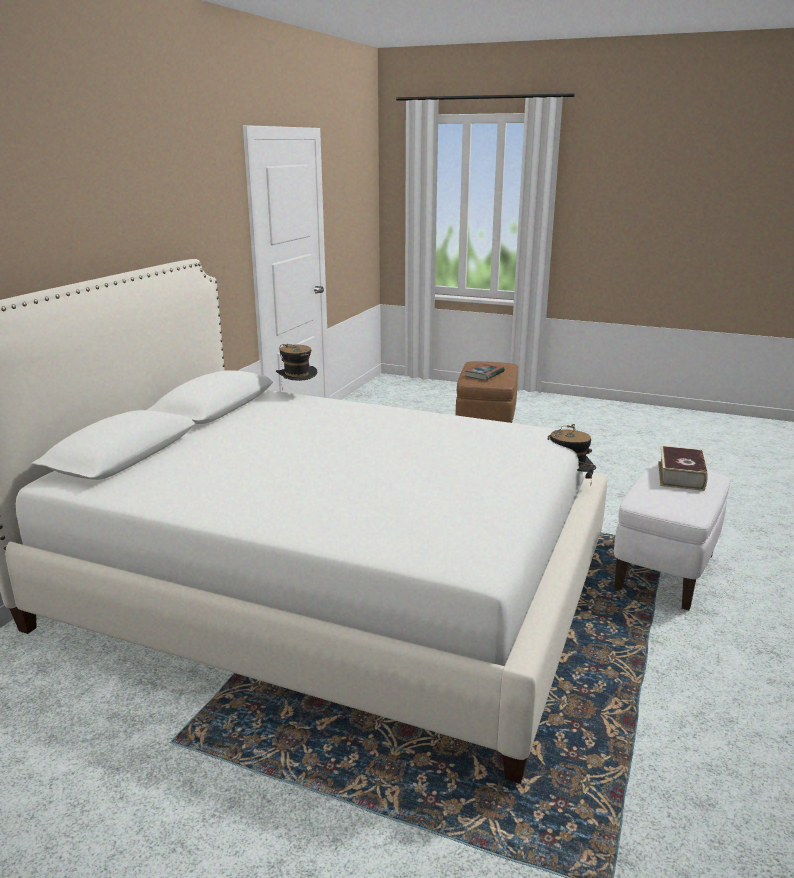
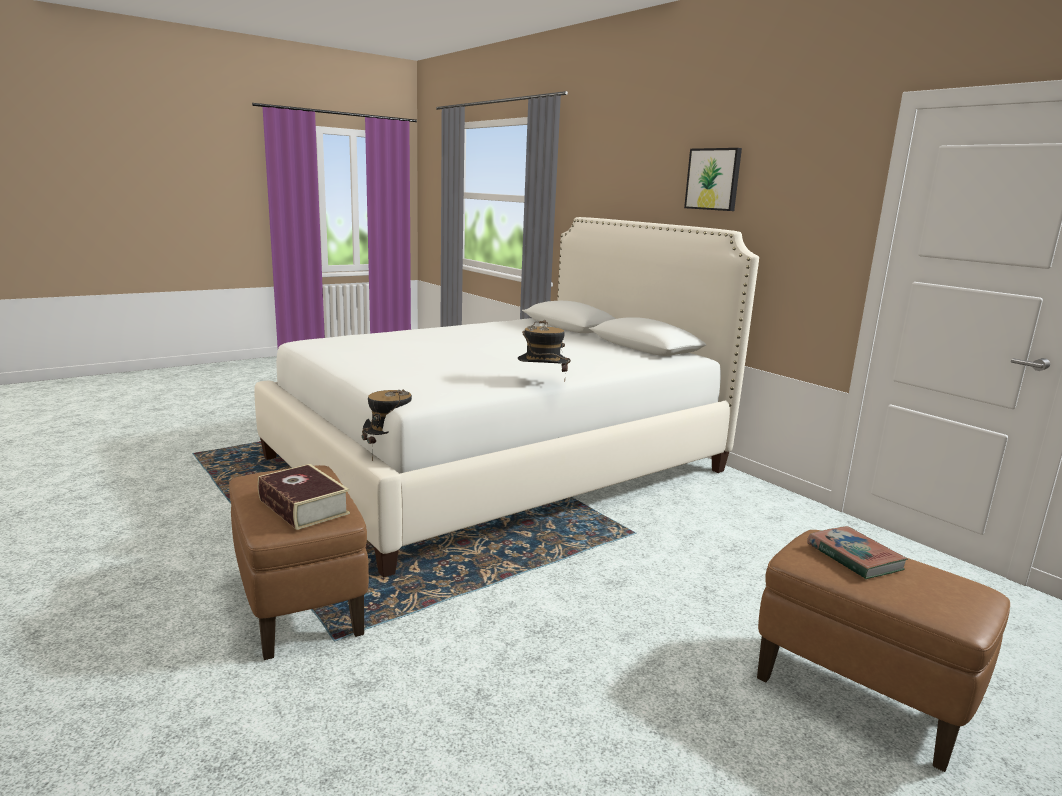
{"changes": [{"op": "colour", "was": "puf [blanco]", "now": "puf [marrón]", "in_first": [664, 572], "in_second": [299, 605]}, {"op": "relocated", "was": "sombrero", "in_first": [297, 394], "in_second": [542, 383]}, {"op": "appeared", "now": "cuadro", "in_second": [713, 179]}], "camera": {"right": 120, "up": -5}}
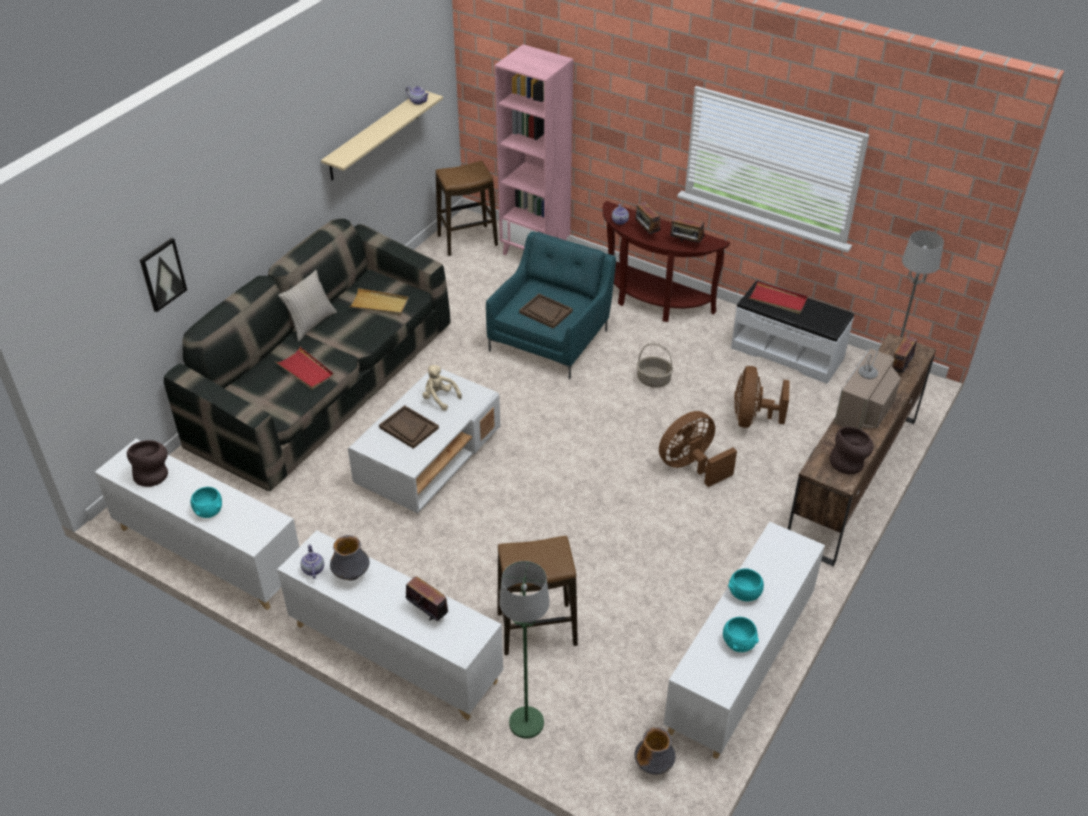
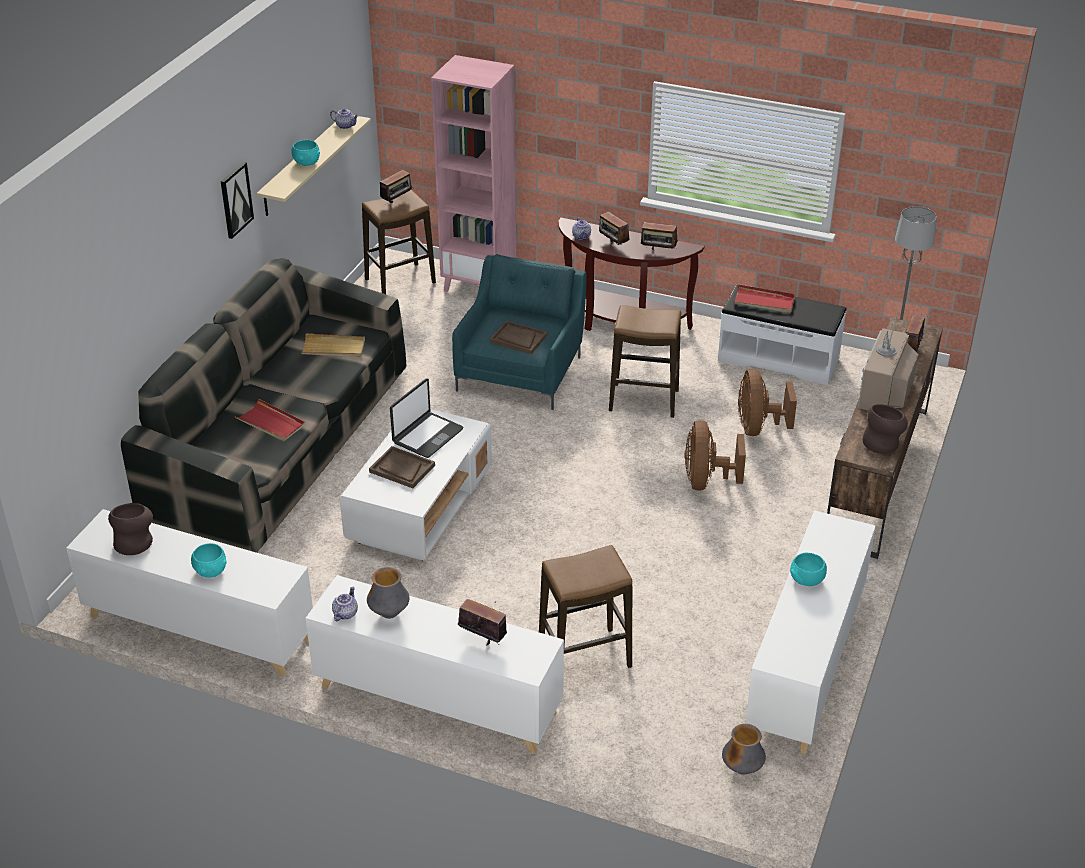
{"changes": [{"op": "relocated", "was": "cuadro", "in_first": [162, 274], "in_second": [235, 200]}, {"op": "relocated", "was": "cuenco [turquesa]", "in_first": [739, 643], "in_second": [307, 162]}, {"op": "spun", "was": "tetera", "in_first": [312, 569], "in_second": [345, 613], "clockwise": 45}, {"op": "appeared", "now": "radio", "in_second": [397, 201]}, {"op": "exchanged", "was": "peluche [beis]", "now": "portátil", "in_first": [439, 398], "in_second": [427, 436]}, {"op": "exchanged", "was": "cesta", "now": "taburete", "in_first": [654, 380], "in_second": [644, 401]}, {"op": "spun", "was": "ventilador [marrón]", "in_first": [691, 466], "in_second": [706, 481], "clockwise": -45}, {"op": "missing", "was": "cojín [beis]", "in_first": [311, 323]}, {"op": "missing", "was": "lámpara de pie [verde]", "in_first": [527, 723]}], "camera": {"right": -10, "up": -5}}
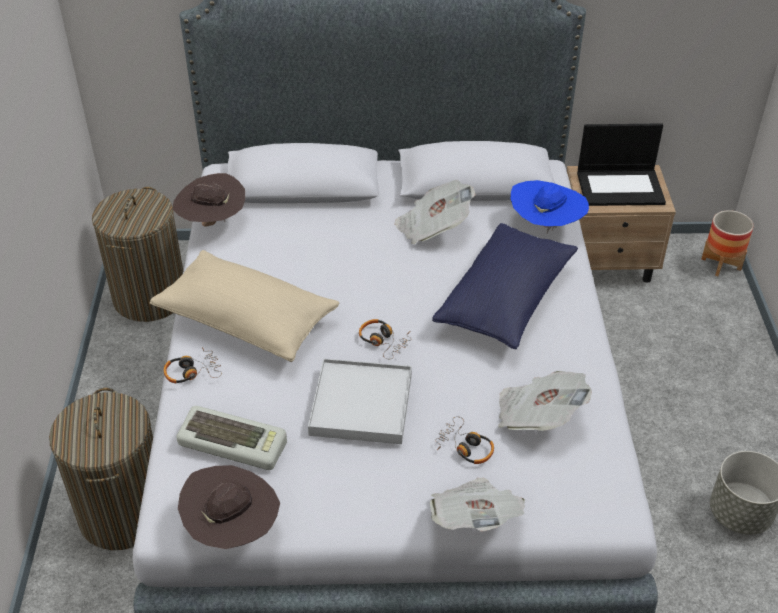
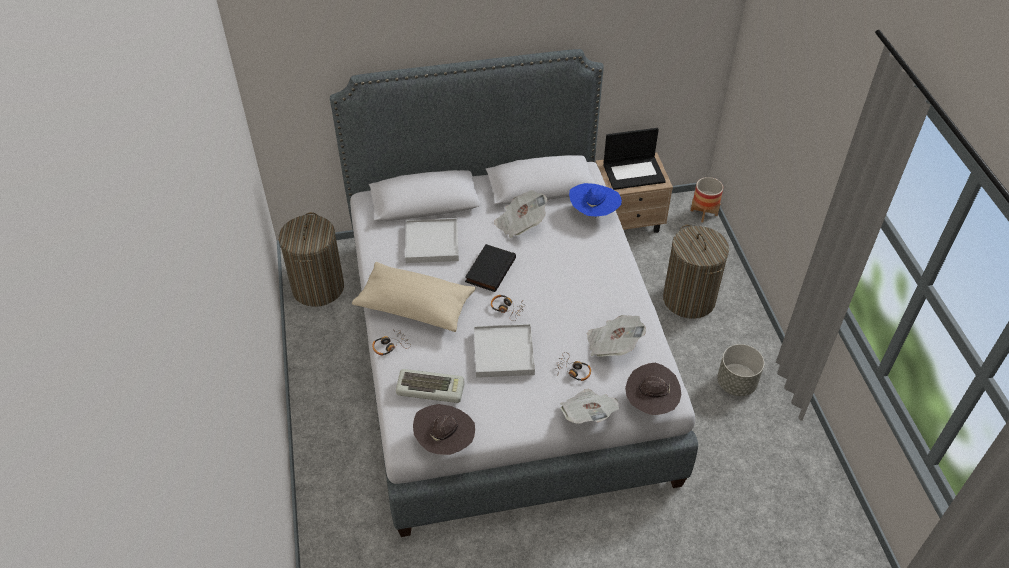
{"changes": [{"op": "appeared", "now": "bandeja [blanco]", "in_second": [432, 243]}, {"op": "appeared", "now": "libro [negro]", "in_second": [489, 269]}, {"op": "relocated", "was": "sombrero [marrón]", "in_first": [212, 223], "in_second": [650, 403]}, {"op": "relocated", "was": "cesto de la ropa", "in_first": [124, 513], "in_second": [689, 299]}, {"op": "missing", "was": "cojín [azul]", "in_first": [505, 301]}], "camera": {"right": -10, "up": 5}}
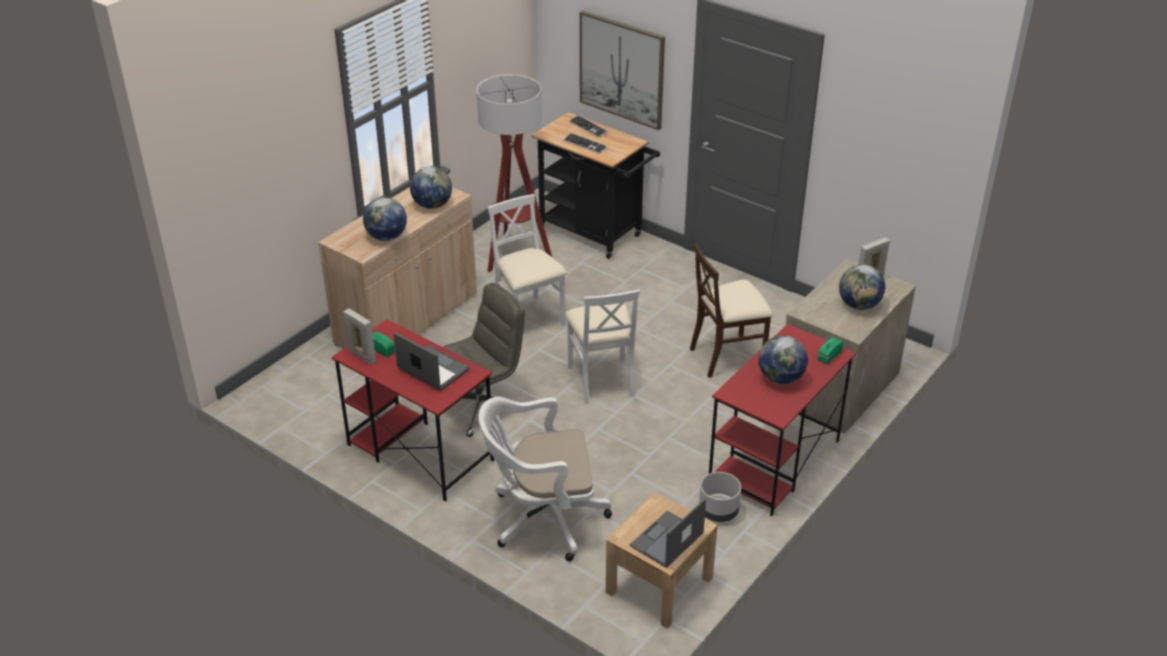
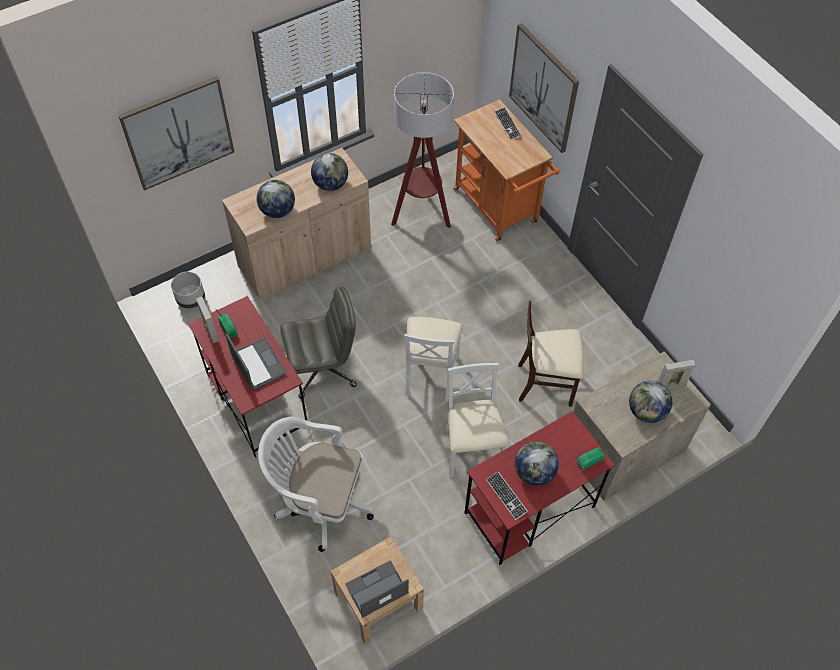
{"changes": [{"op": "appeared", "now": "cuadro", "in_second": [178, 133]}, {"op": "relocated", "was": "maceta [gris]", "in_first": [719, 512], "in_second": [191, 299]}, {"op": "relocated", "was": "silla [blanco]", "in_first": [528, 318], "in_second": [471, 450]}, {"op": "colour", "was": "carrito [negro]", "now": "carrito [naranja]", "in_first": [595, 234], "in_second": [499, 209]}, {"op": "relocated", "was": "teclado", "in_first": [585, 144], "in_second": [506, 496]}], "camera": {"right": 20, "up": 20}}
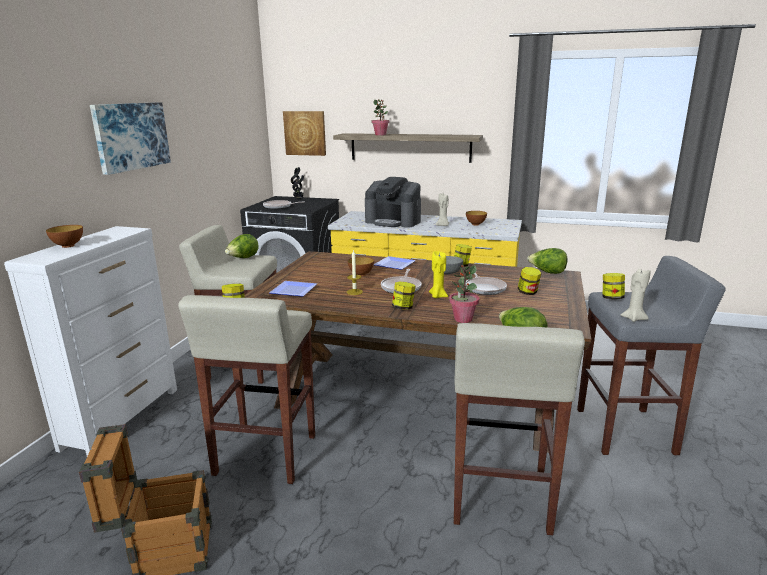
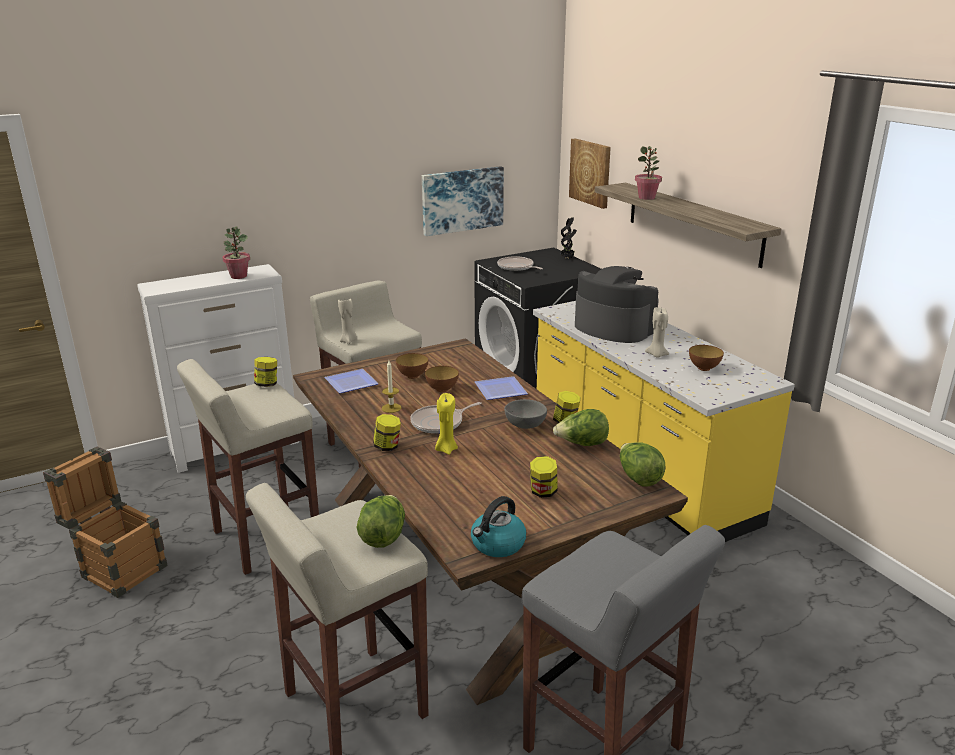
{"changes": [{"op": "relocated", "was": "planta en maceta", "in_first": [463, 319], "in_second": [238, 276]}, {"op": "relocated", "was": "vela [beis]", "in_first": [633, 318], "in_second": [348, 341]}, {"op": "relocated", "was": "cuenco", "in_first": [68, 246], "in_second": [412, 376]}, {"op": "relocated", "was": "cuadro", "in_first": [131, 136], "in_second": [462, 200]}, {"op": "appeared", "now": "hervidor", "in_second": [497, 544]}, {"op": "relocated", "was": "lechuga", "in_first": [243, 258], "in_second": [582, 444]}, {"op": "spun", "was": "cafetera", "in_first": [393, 221], "in_second": [613, 328], "clockwise": 150}, {"op": "missing", "was": "sartén", "in_first": [484, 288]}, {"op": "missing", "was": "tarro", "in_first": [611, 298]}], "camera": {"right": 45, "up": 5}}
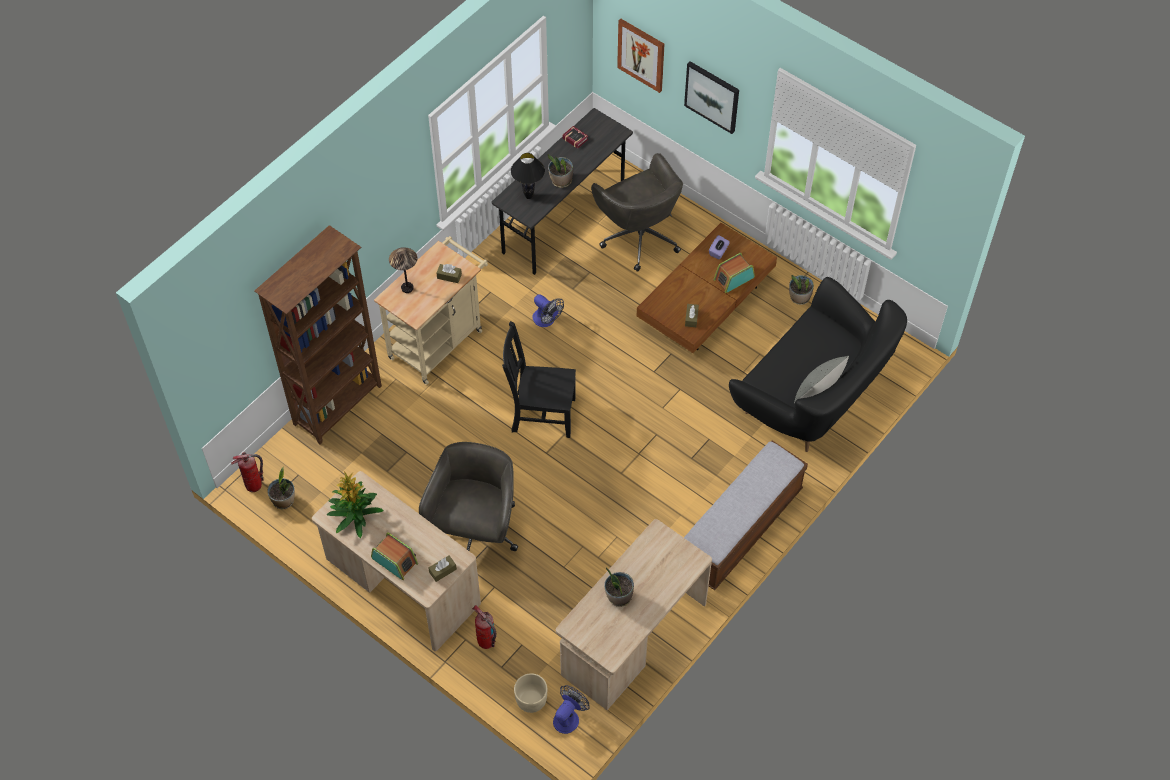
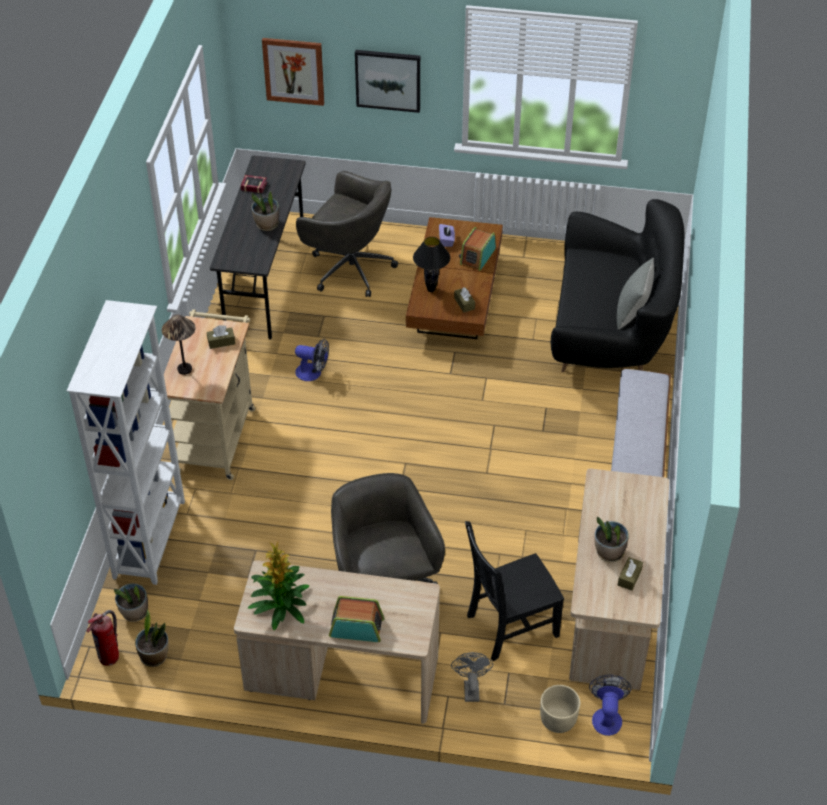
{"changes": [{"op": "colour", "was": "estantería [marrón]", "now": "estantería [blanco]", "in_first": [339, 405], "in_second": [151, 538]}, {"op": "relocated", "was": "planta en maceta", "in_first": [799, 298], "in_second": [135, 613]}, {"op": "relocated", "was": "lámpara de mesa [negro]", "in_first": [529, 196], "in_second": [431, 289]}, {"op": "exchanged", "was": "extintor", "now": "ventilador [gris]", "in_first": [486, 641], "in_second": [471, 687]}, {"op": "relocated", "was": "silla [negro]", "in_first": [541, 414], "in_second": [509, 626]}, {"op": "relocated", "was": "caja de pañuelos [marrón]", "in_first": [442, 571], "in_second": [629, 577]}], "camera": {"right": -30, "up": -10}}
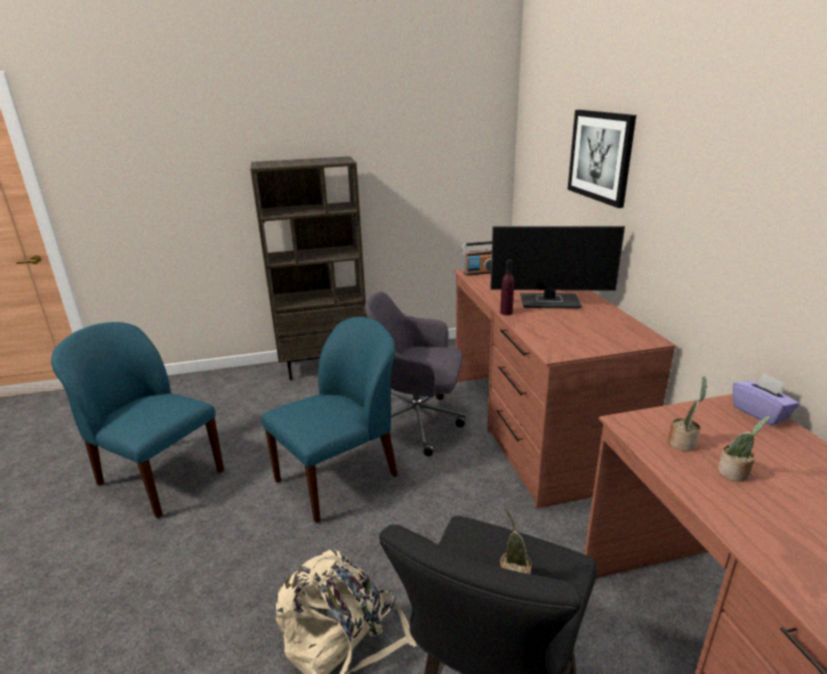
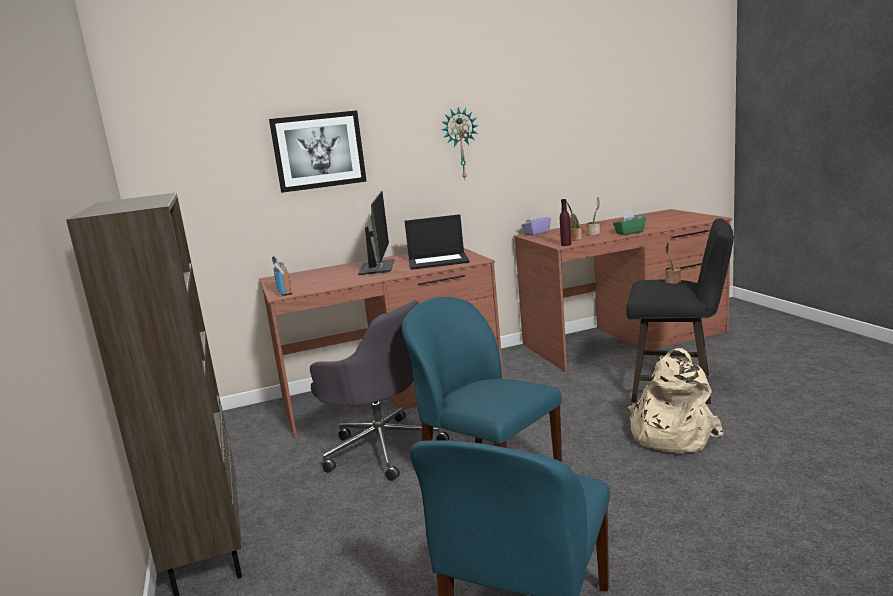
{"changes": [{"op": "spun", "was": "silla de oficina [gris]", "in_first": [418, 422], "in_second": [382, 447], "clockwise": -60}, {"op": "appeared", "now": "portátil", "in_second": [439, 261]}, {"op": "appeared", "now": "reloj de pared", "in_second": [460, 144]}, {"op": "relocated", "was": "botella [morado]", "in_first": [506, 312], "in_second": [566, 245]}, {"op": "appeared", "now": "caja de pañuelos [verde]", "in_second": [629, 232]}], "camera": {"right": -95, "up": -10}}
